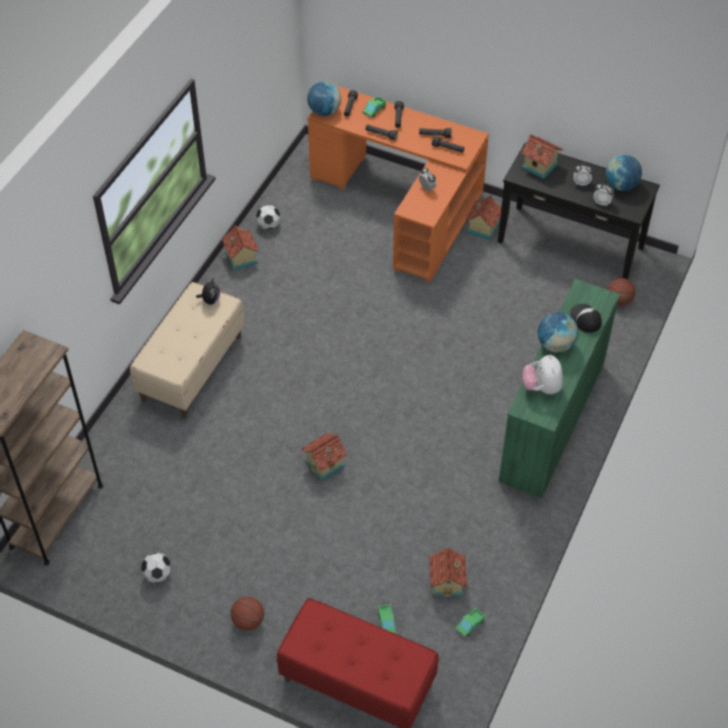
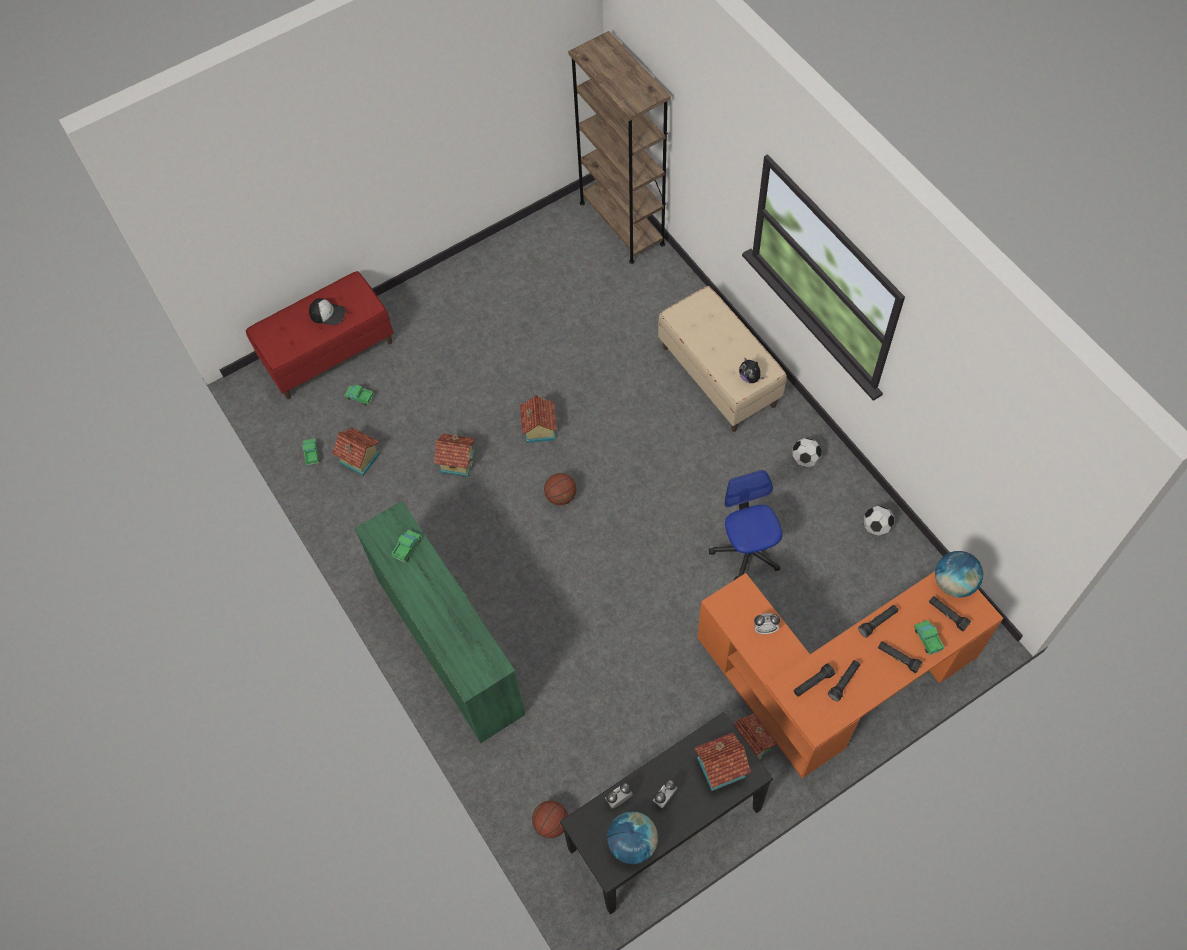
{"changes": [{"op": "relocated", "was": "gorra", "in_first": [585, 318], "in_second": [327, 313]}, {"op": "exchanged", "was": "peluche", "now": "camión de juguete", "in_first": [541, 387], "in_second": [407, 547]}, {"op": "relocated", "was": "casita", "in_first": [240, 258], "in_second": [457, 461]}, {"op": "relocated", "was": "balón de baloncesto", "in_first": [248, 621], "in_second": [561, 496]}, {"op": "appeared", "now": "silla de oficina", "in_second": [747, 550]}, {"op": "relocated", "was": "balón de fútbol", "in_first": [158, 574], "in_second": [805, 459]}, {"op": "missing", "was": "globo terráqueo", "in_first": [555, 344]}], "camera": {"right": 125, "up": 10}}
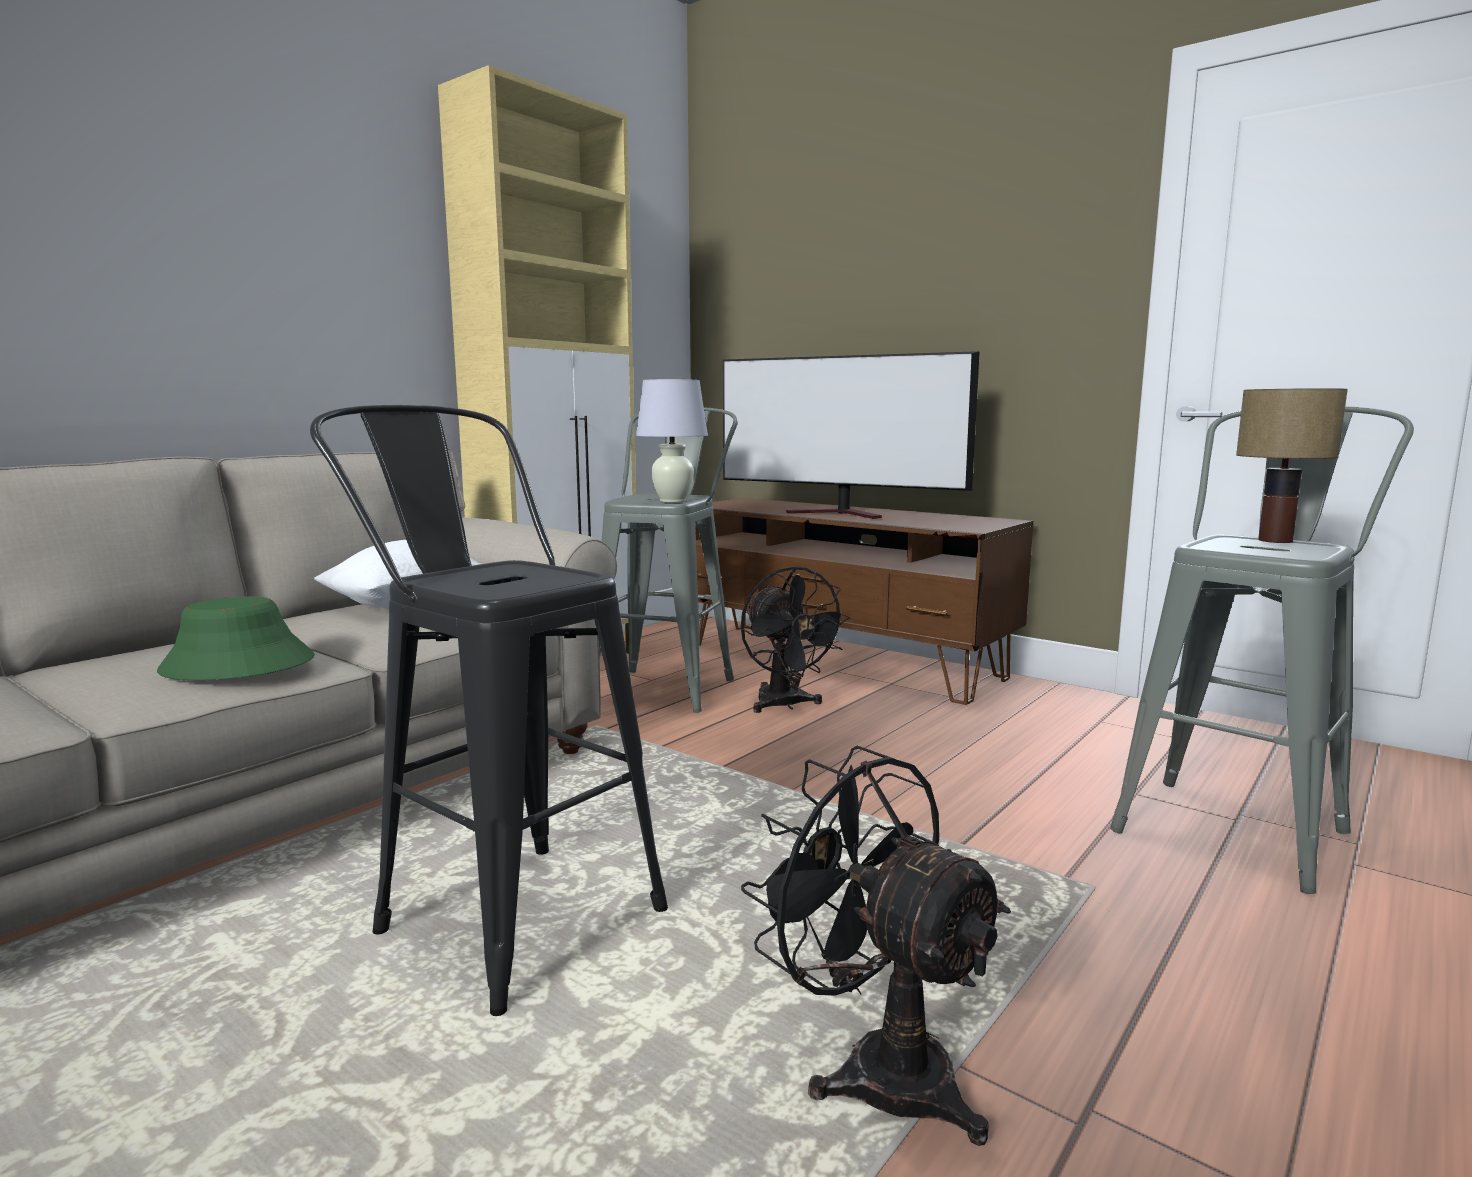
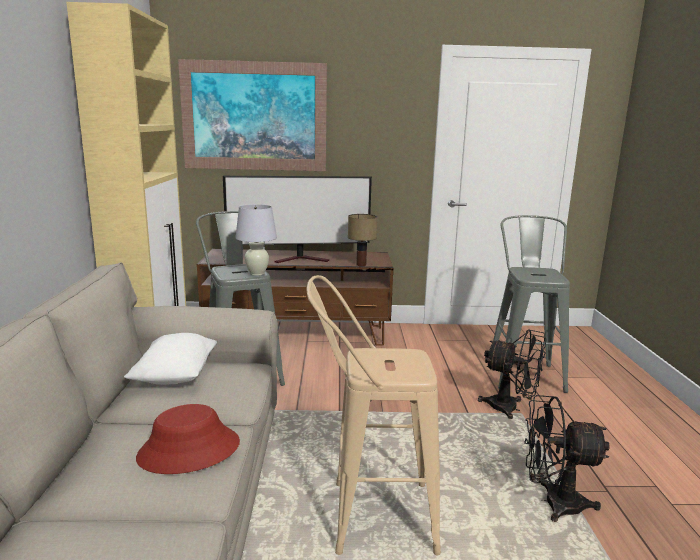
{"changes": [{"op": "colour", "was": "sombrero [verde]", "now": "sombrero [rojo]", "in_first": [237, 666], "in_second": [189, 450]}, {"op": "appeared", "now": "cuadro", "in_second": [254, 117]}, {"op": "colour", "was": "taburete [negro]", "now": "taburete [beis]", "in_first": [505, 910], "in_second": [369, 516]}, {"op": "relocated", "was": "lámpara de mesa", "in_first": [1274, 541], "in_second": [361, 265]}, {"op": "relocated", "was": "ventilador [negro]", "in_first": [785, 705], "in_second": [511, 409]}], "camera": {"right": -40, "up": 5}}
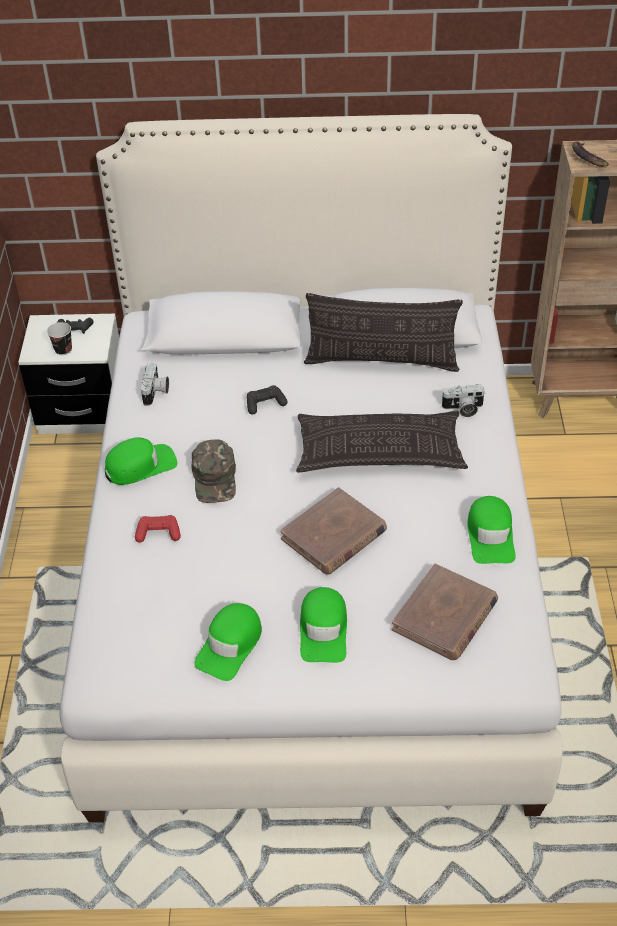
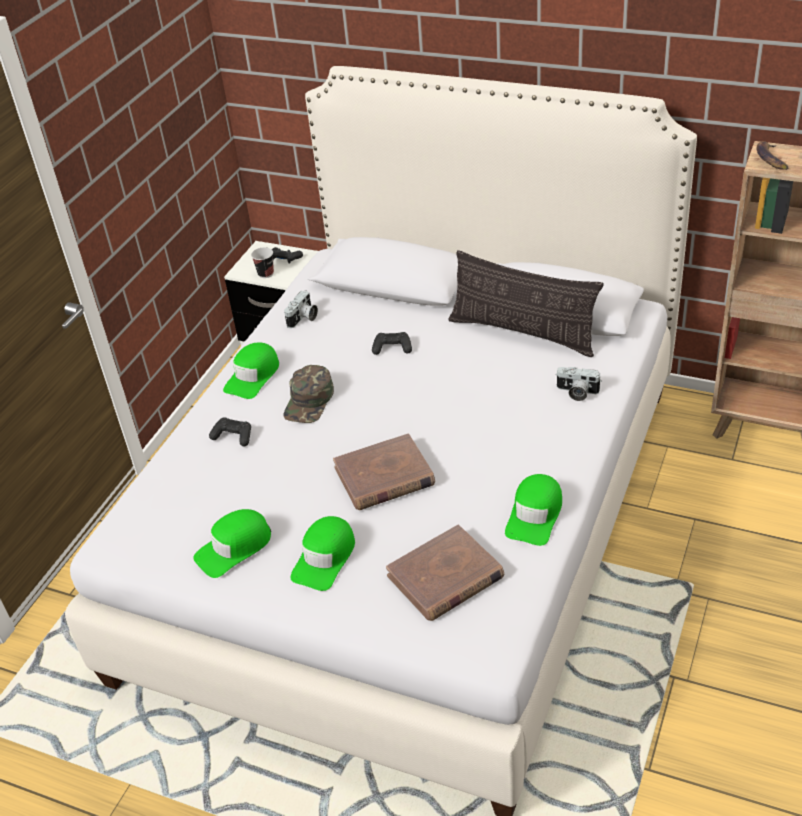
{"changes": [{"op": "colour", "was": "mando de consola [rojo]", "now": "mando de consola [negro]", "in_first": [158, 533], "in_second": [233, 436]}, {"op": "spun", "was": "gorra [verde]", "in_first": [140, 466], "in_second": [253, 376], "clockwise": 120}, {"op": "missing", "was": "cojín", "in_first": [380, 451]}], "camera": {"right": 25, "up": -5}}
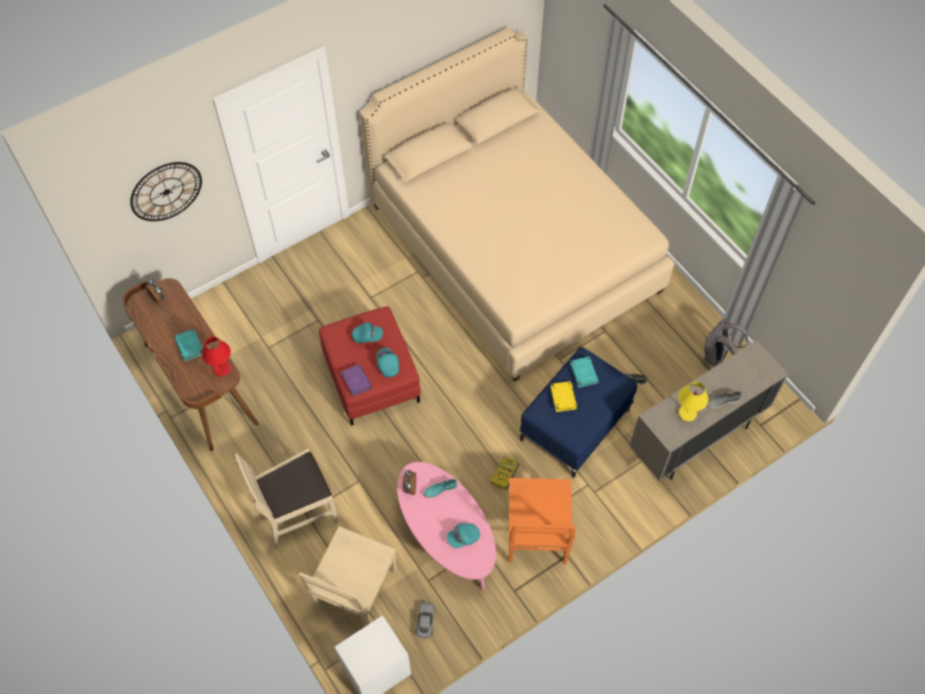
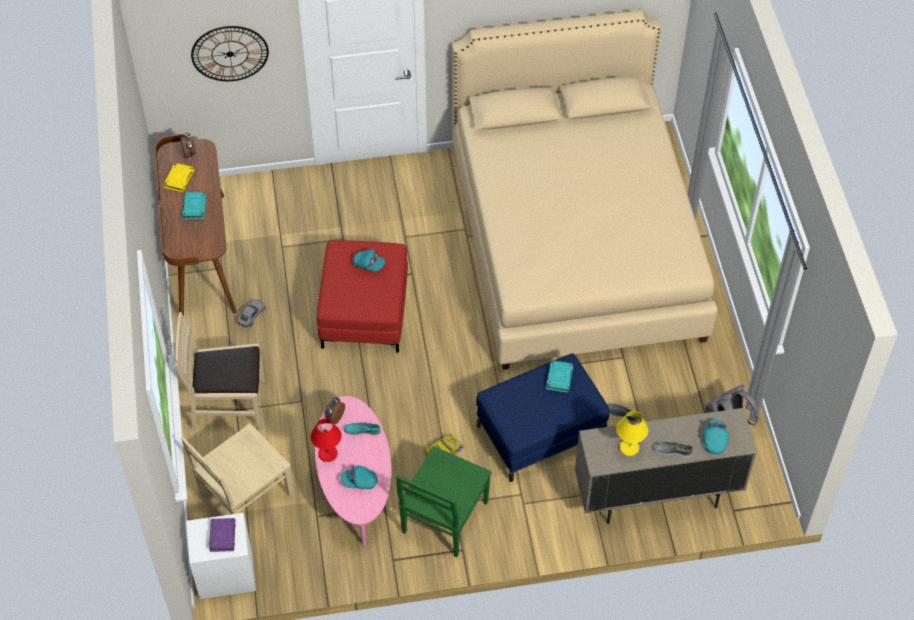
{"changes": [{"op": "relocated", "was": "libro [amarillo]", "in_first": [563, 397], "in_second": [179, 179]}, {"op": "relocated", "was": "libro [morado]", "in_first": [356, 381], "in_second": [222, 536]}, {"op": "relocated", "was": "coche de juguete [gris]", "in_first": [425, 621], "in_second": [251, 315]}, {"op": "relocated", "was": "lámpara de mesa [rojo]", "in_first": [222, 369], "in_second": [328, 454]}, {"op": "colour", "was": "silla [naranja]", "now": "silla [verde]", "in_first": [536, 534], "in_second": [443, 519]}, {"op": "relocated", "was": "gorra [turquesa]", "in_first": [387, 365], "in_second": [714, 440]}], "camera": {"right": 25, "up": -5}}
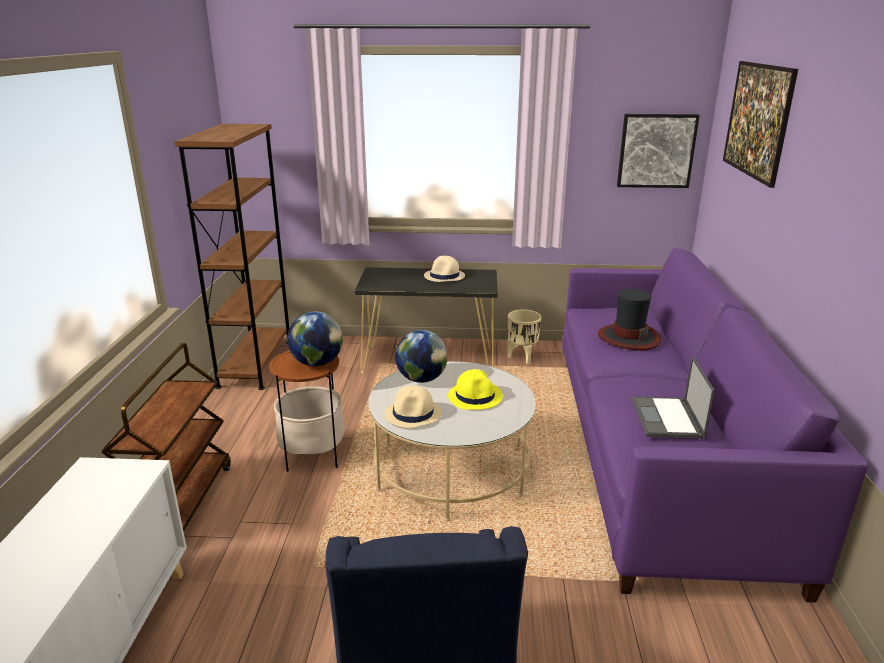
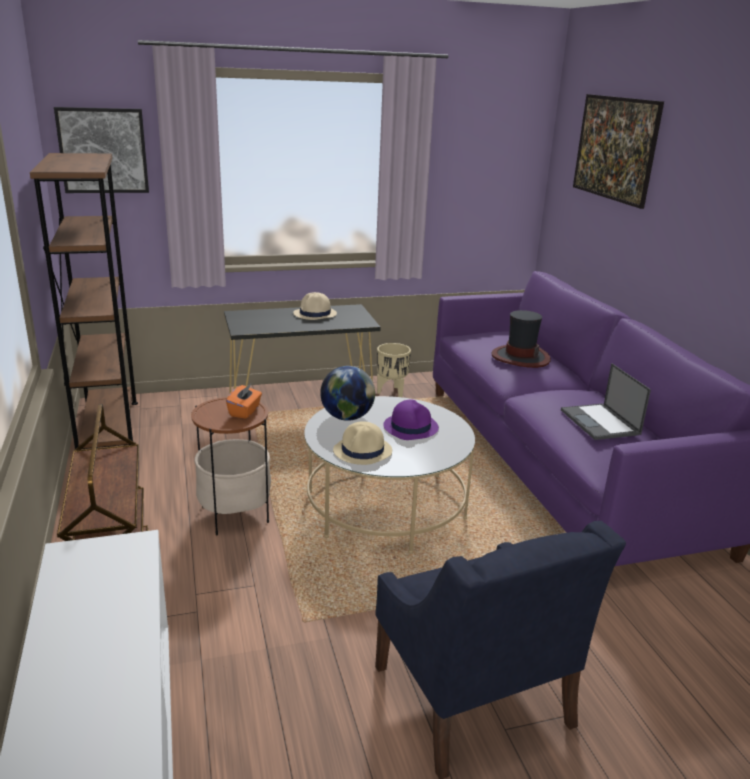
{"changes": [{"op": "relocated", "was": "cuadro", "in_first": [656, 151], "in_second": [103, 150]}, {"op": "exchanged", "was": "globo terráqueo", "now": "caja de pañuelos [naranja]", "in_first": [317, 363], "in_second": [245, 411]}, {"op": "colour", "was": "sombrero [amarillo]", "now": "sombrero [morado]", "in_first": [475, 396], "in_second": [410, 427]}], "camera": {"right": -20, "up": 0}}
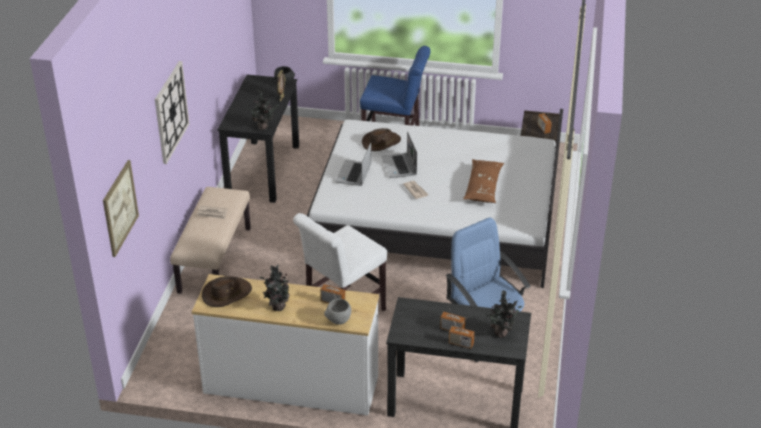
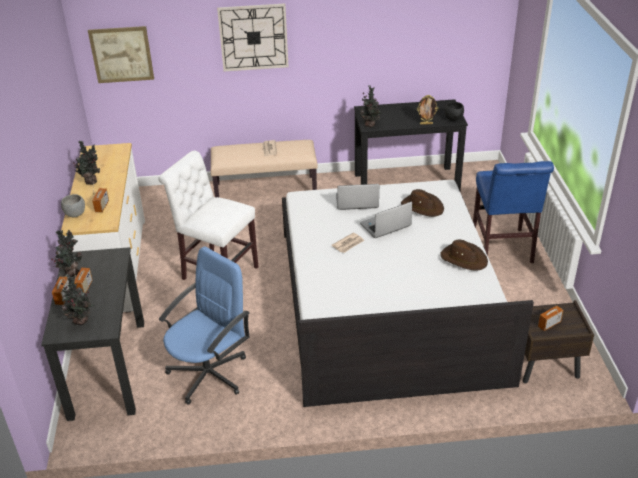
{"changes": [{"op": "appeared", "now": "planta en maceta", "in_second": [71, 272]}, {"op": "relocated", "was": "sombrero [marrón]", "in_first": [226, 294], "in_second": [463, 258]}, {"op": "missing", "was": "cojín [marrón]", "in_first": [483, 187]}], "camera": {"right": 75, "up": 0}}
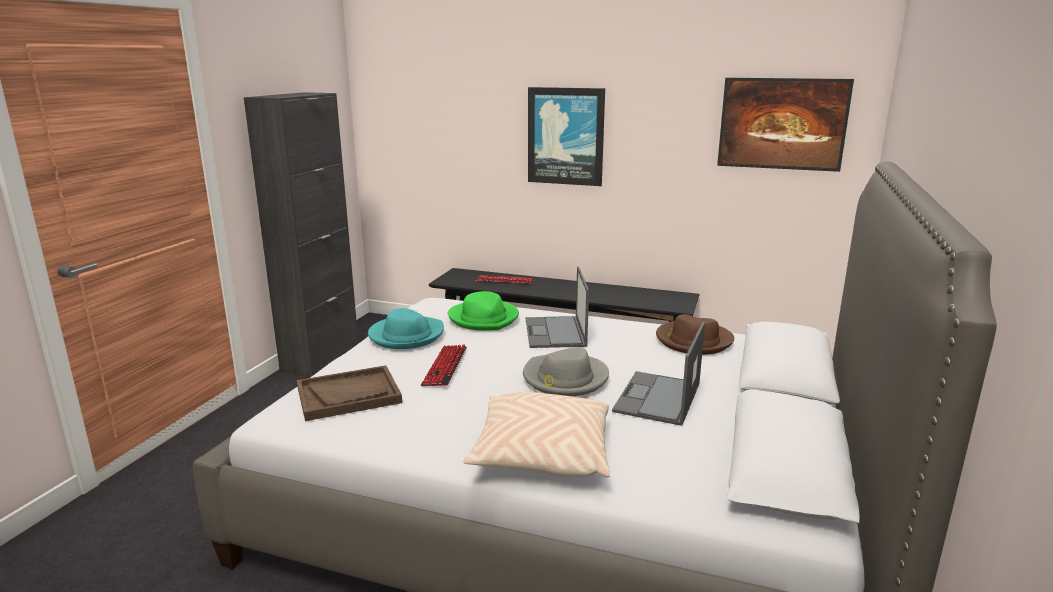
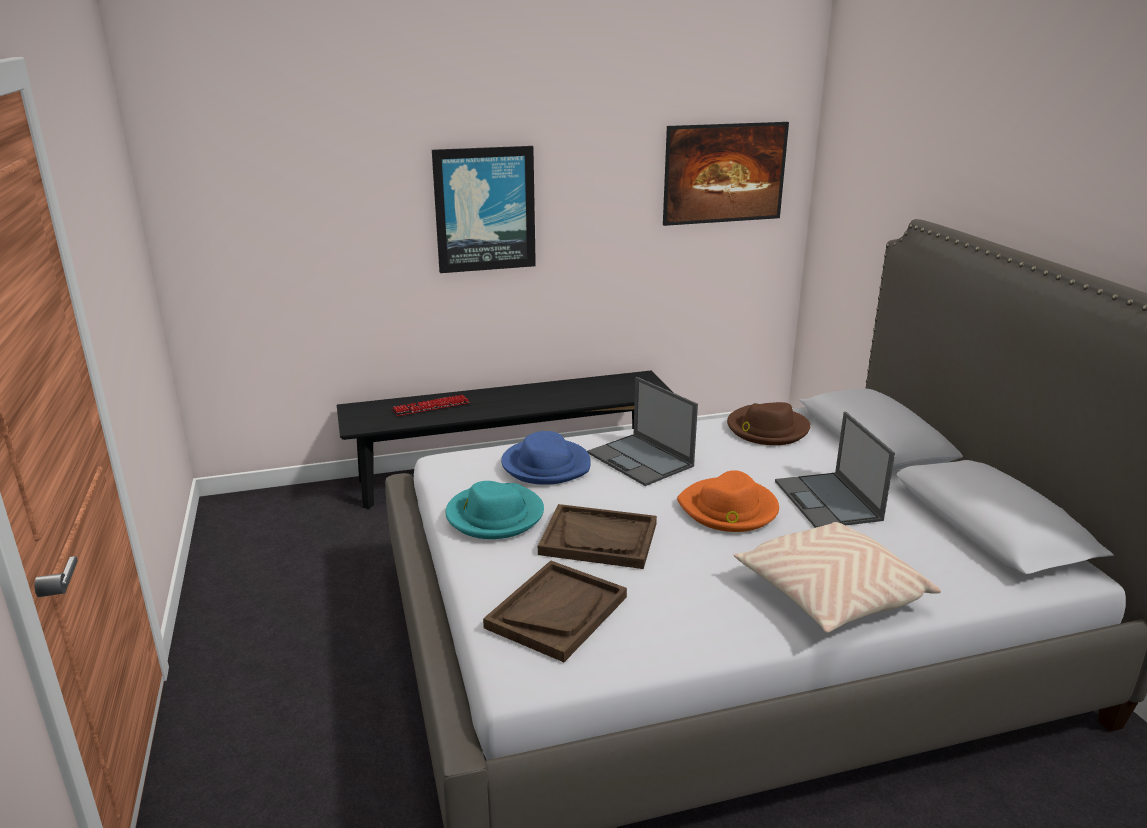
{"changes": [{"op": "colour", "was": "sombrero [verde]", "now": "sombrero [azul]", "in_first": [484, 318], "in_second": [546, 465]}, {"op": "exchanged", "was": "teclado", "now": "bandeja [marrón]", "in_first": [445, 367], "in_second": [599, 539]}, {"op": "colour", "was": "sombrero [gris]", "now": "sombrero [naranja]", "in_first": [564, 378], "in_second": [728, 509]}, {"op": "missing", "was": "armario [negro]", "in_first": [321, 357]}], "camera": {"right": -35, "up": 5}}
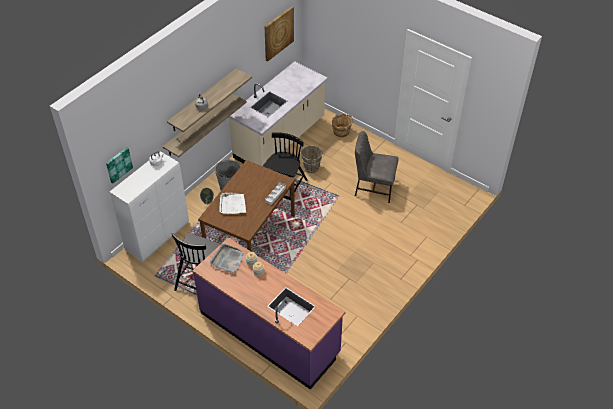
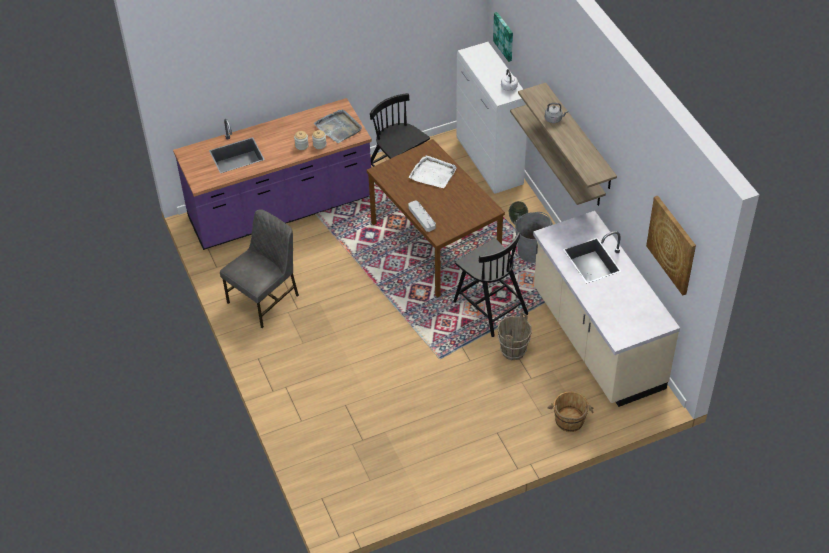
{"changes": [{"op": "relocated", "was": "silla [gris]", "in_first": [373, 187], "in_second": [265, 299]}], "camera": {"right": 120, "up": 0}}
